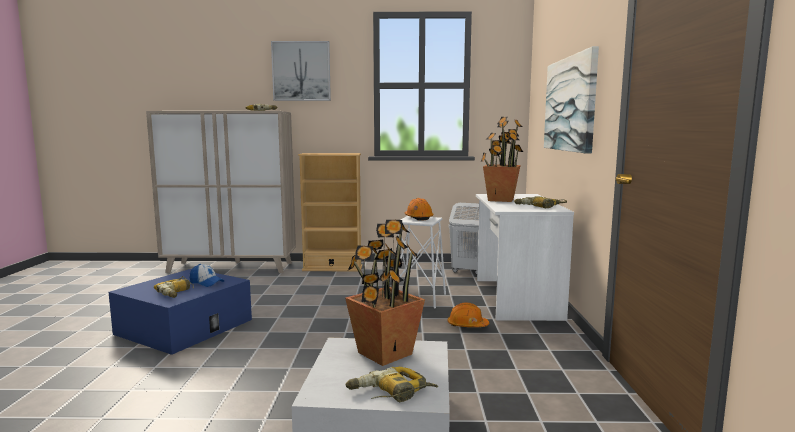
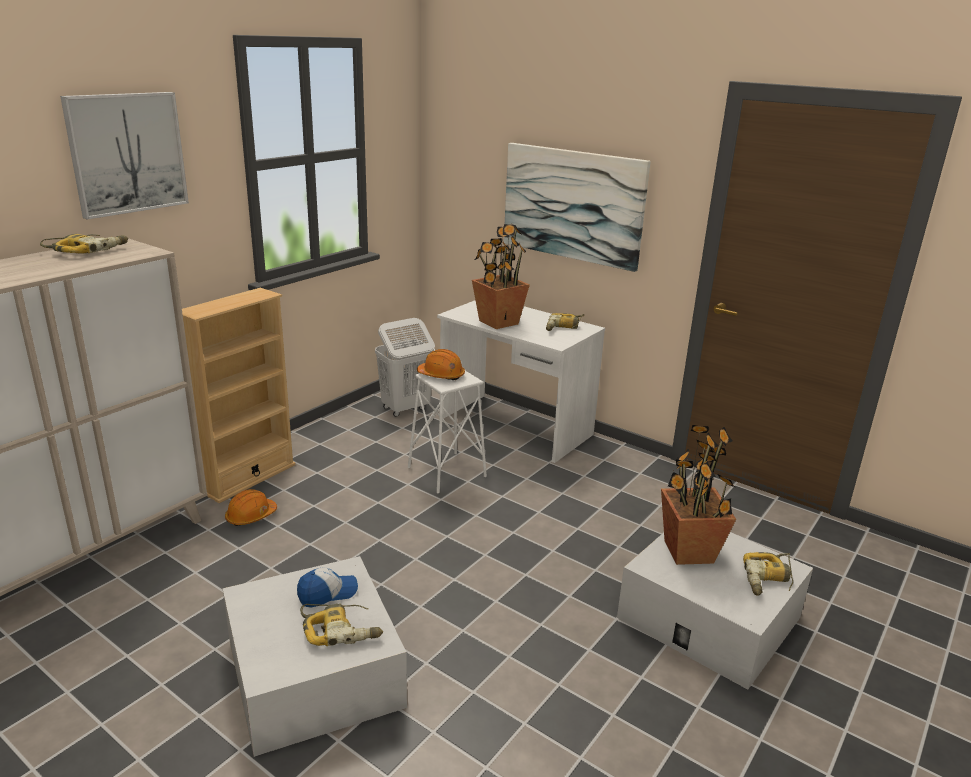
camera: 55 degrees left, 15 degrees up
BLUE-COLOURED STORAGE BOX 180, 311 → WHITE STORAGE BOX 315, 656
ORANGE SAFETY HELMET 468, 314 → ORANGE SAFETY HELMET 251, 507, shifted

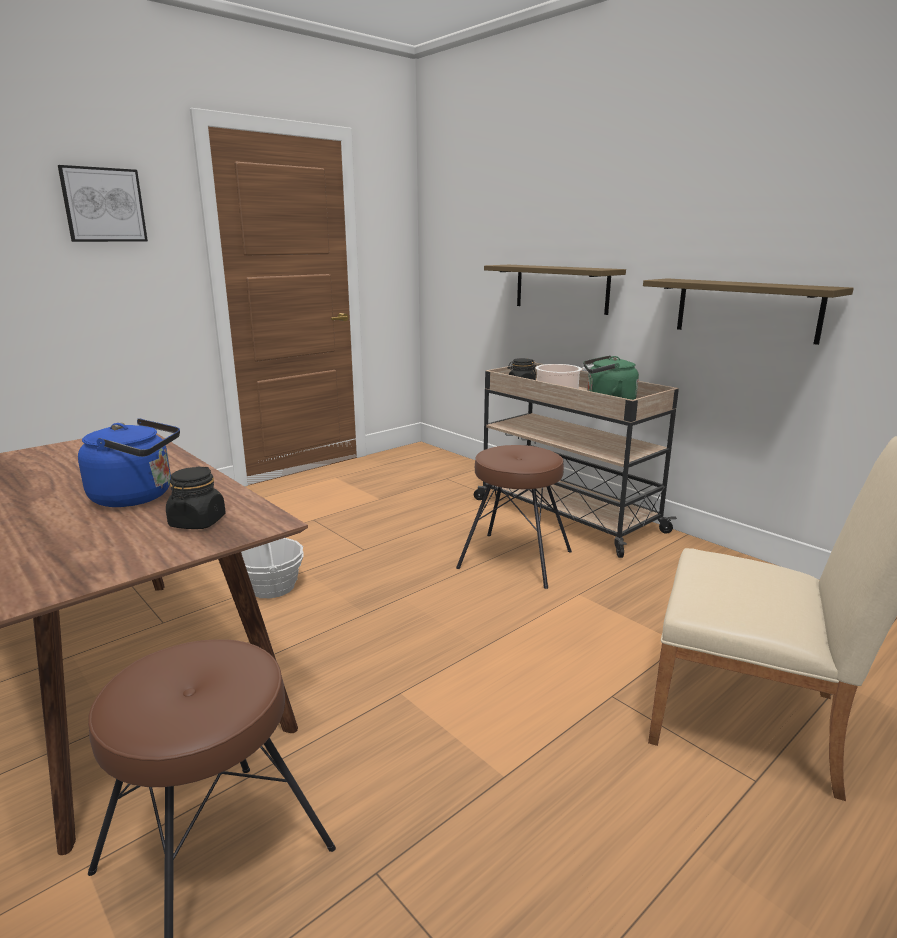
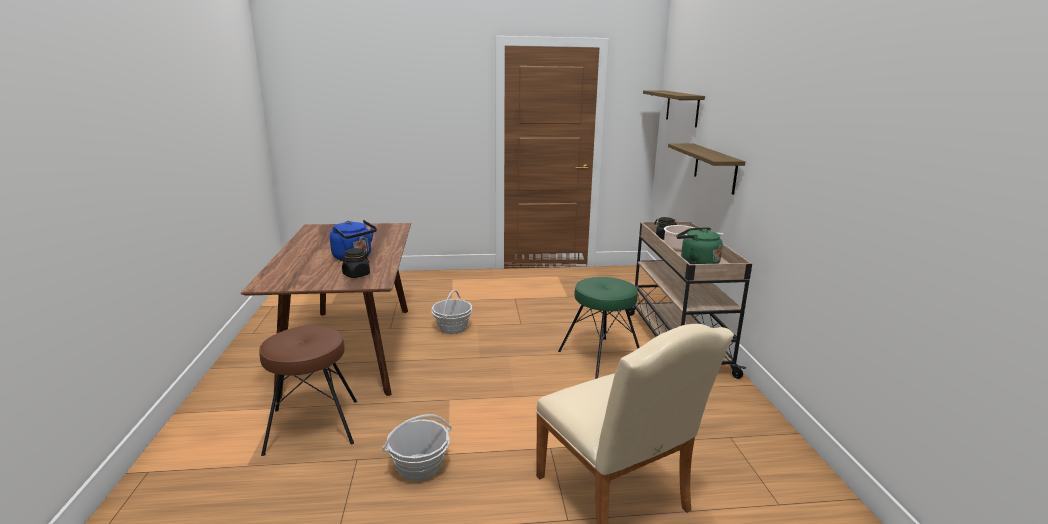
camera: 35 degrees right, 0 degrees up
- → STORAGE BASKET 417, 447
BROWN-COLOURED SITTING STOOL 514, 517 → GREENISH SITTING STOOL 599, 328
BRACKET SHELF 748, 311 → BRACKET SHELF 674, 109, shifted
WALL PICTURE 103, 203 → -

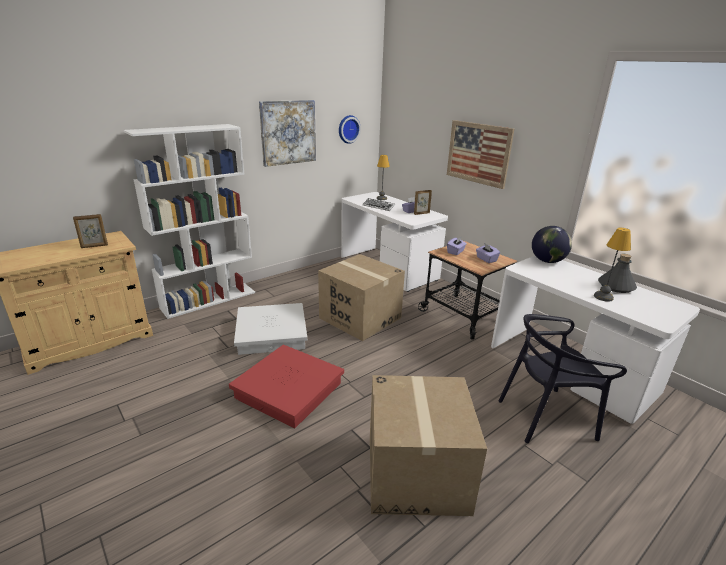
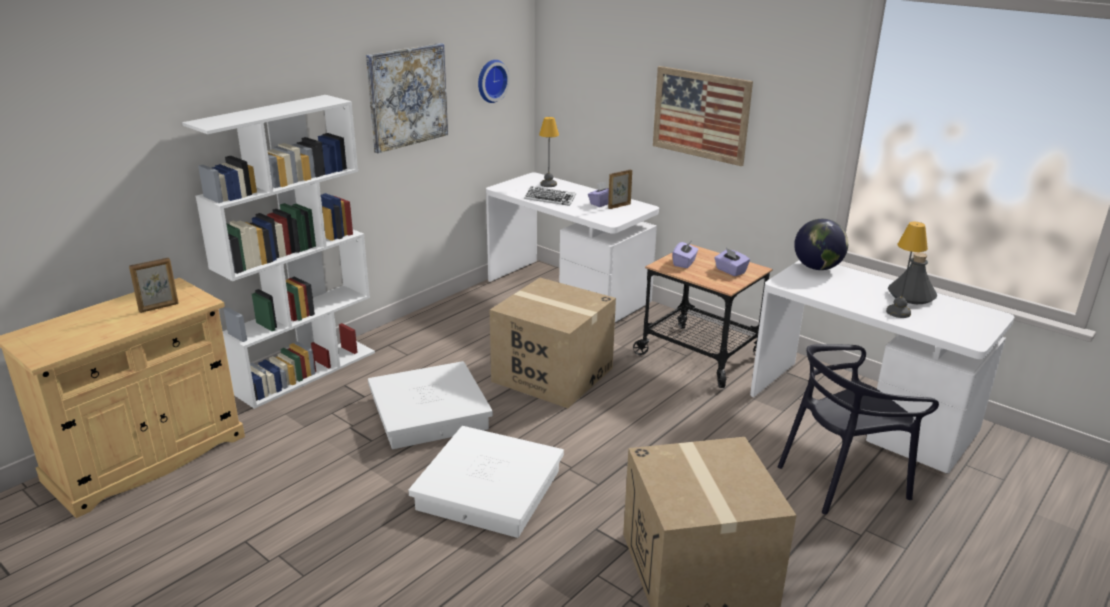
camera: 10 degrees left, 0 degrees up
RED STORAGE BOX 286, 387 → WHITE STORAGE BOX 486, 482

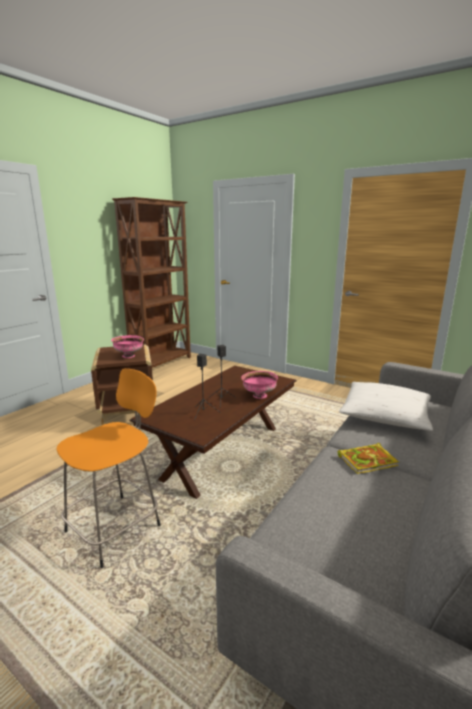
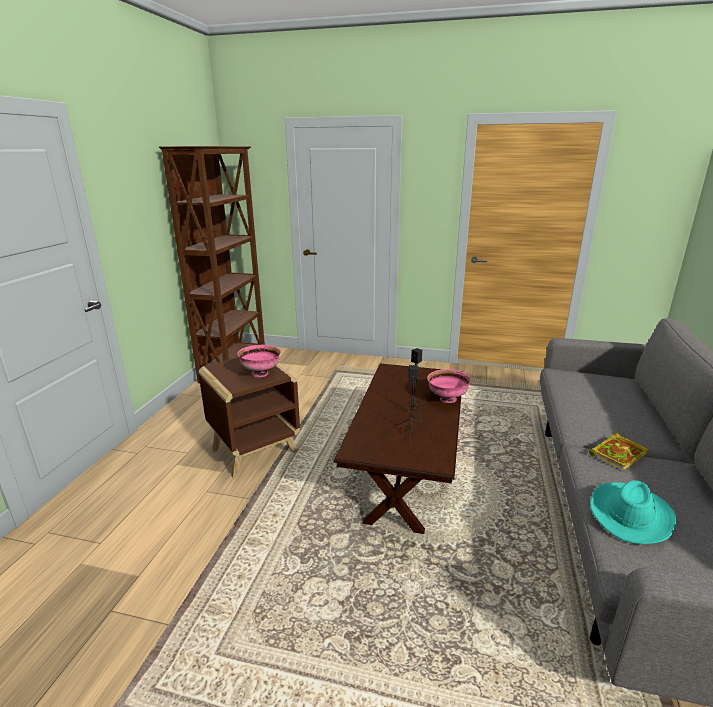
camera: 20 degrees left, 5 degrees up
- → TURQUOISE HAT 633, 512
ORANGE SITTING STOOL 108, 468 → -
WHITE PILLOW 386, 406 → -

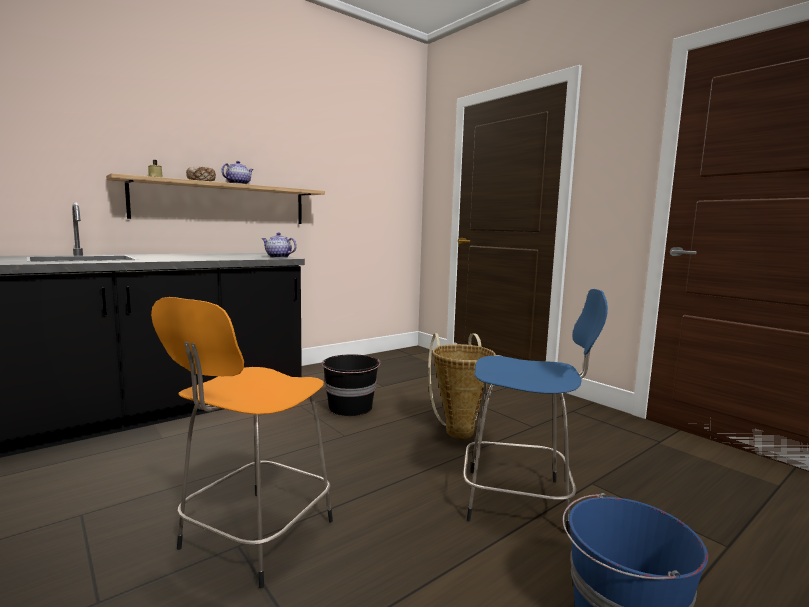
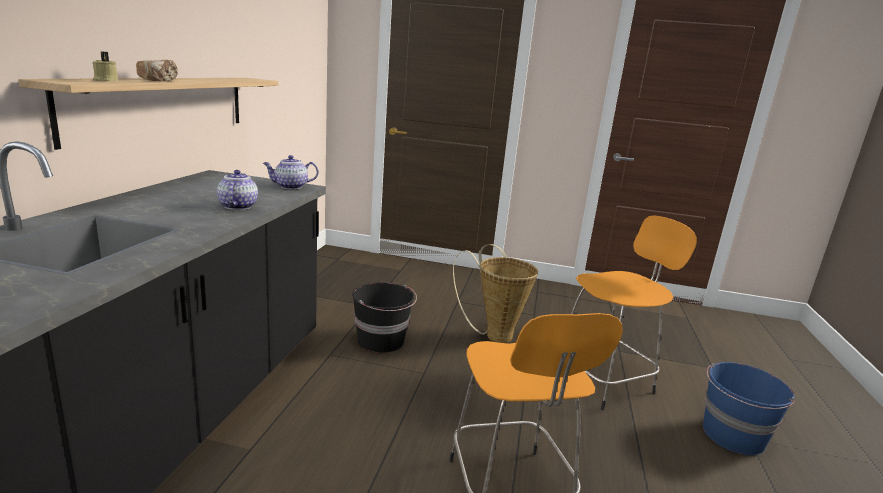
camera: 40 degrees left, 10 degrees up
POT FOR TEA 237, 172 → POT FOR TEA 237, 190, shifted
BLUE-COLOURED SITTING STOOL 535, 412 → ORANGE SITTING STOOL 634, 312

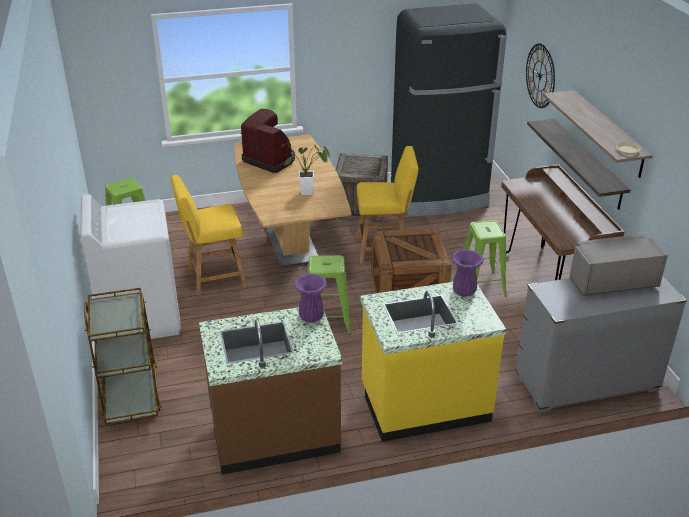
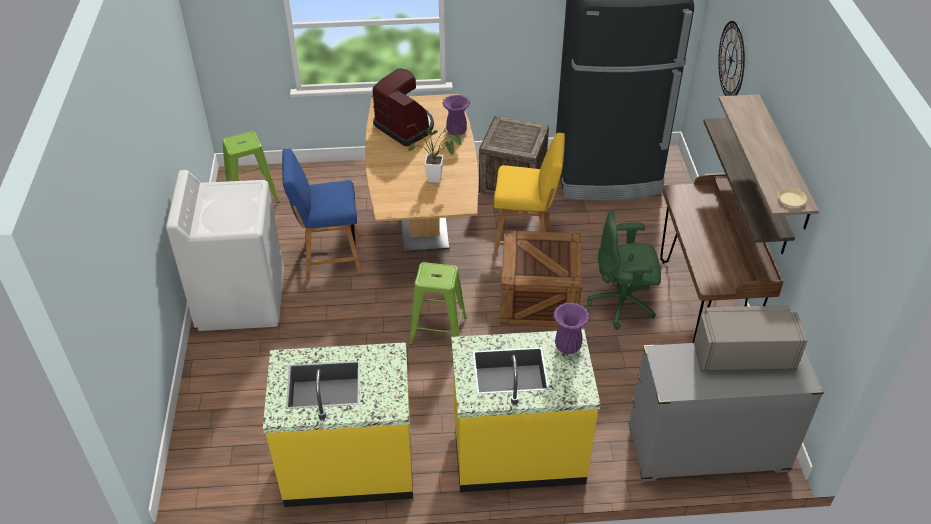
camera: 10 degrees right, 10 degrees up
BROWN-COLOURED KITCHEN COUNTER 270, 391 → YELLOW KITCHEN COUNTER 338, 424
YELLOW UPRIGHT CHAIR 209, 235 → BLUE-COLOURED UPRIGHT CHAIR 322, 213
PURPLISH FLOWER VASE 310, 298 → PURPLISH FLOWER VASE 456, 115, shifted
GREENISH SITTING STOOL 485, 258 → GREENISH DESK CHAIR 624, 270
BROWN-COLOURED WHEELED CART 123, 356 → -

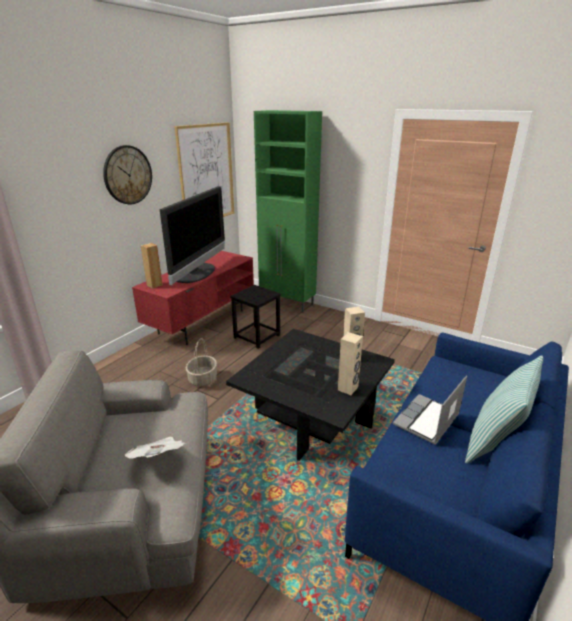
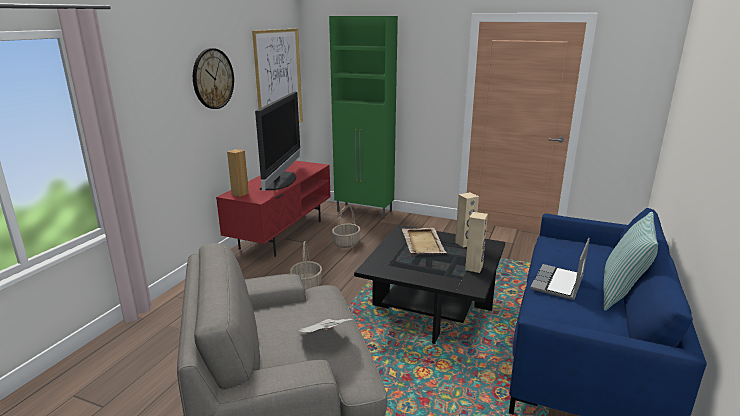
camera: 10 degrees left, 5 degrees down
BLACK SITTING STOOL 255, 317 → STORAGE BASKET 346, 226
- → BEIGE-COLOURED TRAY 424, 241

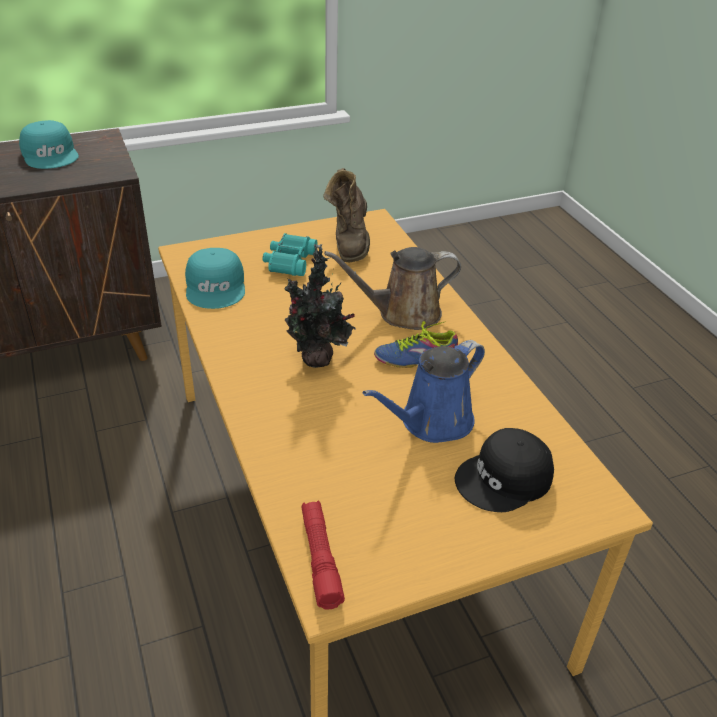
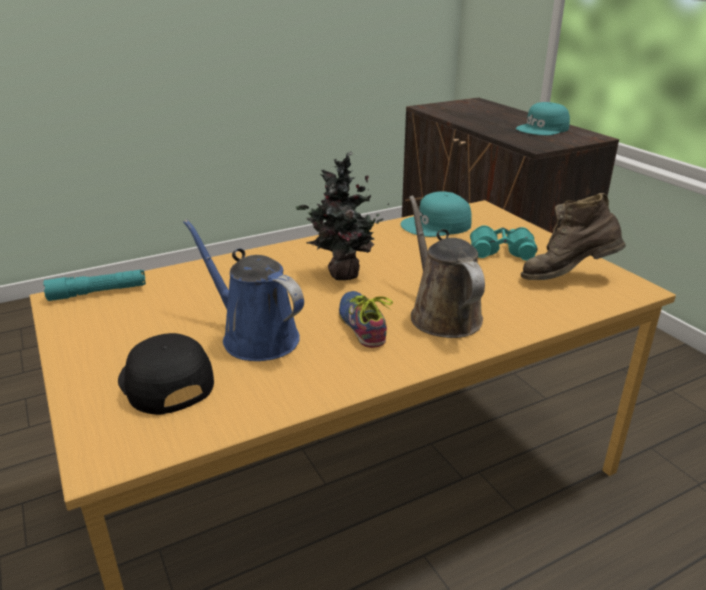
camera: 85 degrees right, 10 degrees down
RED FLASHLIGHT 323, 555 → TURQUOISE FLASHLIGHT 94, 285

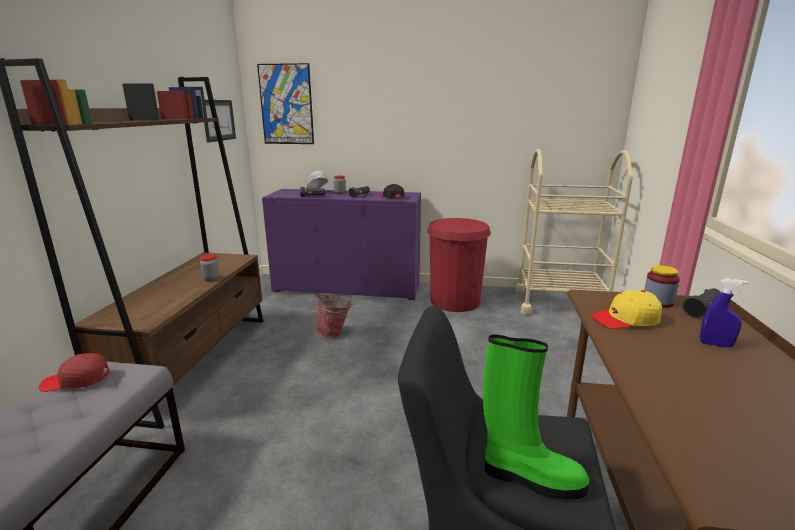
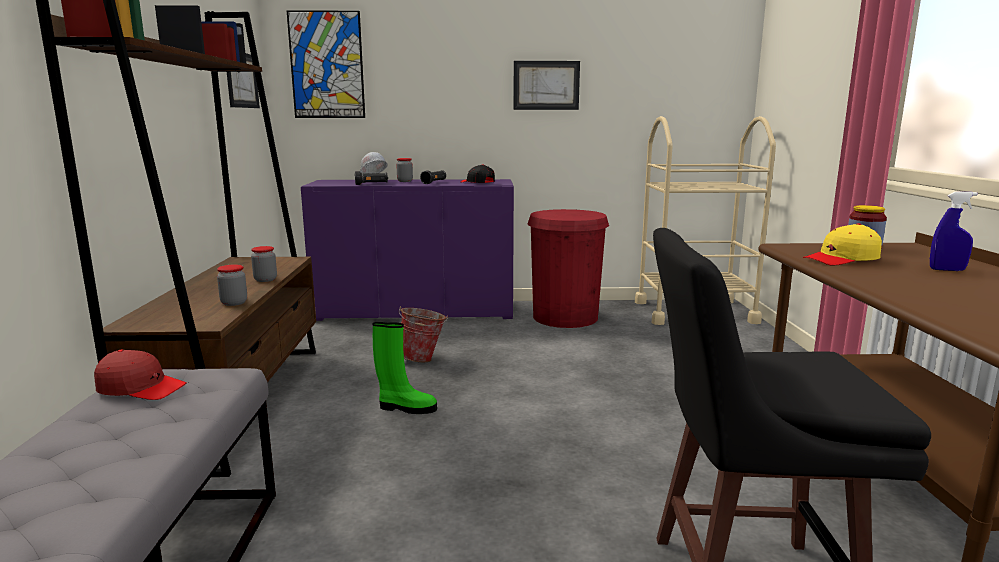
camera: 10 degrees left, 5 degrees down
RED BASEBALL CAP 74, 372 → RED BASEBALL CAP 140, 375, 150 degrees counterclockwise
- → PRESERVE JAR 232, 285
GREENISH TALL BOOT 536, 417 → GREENISH TALL BOOT 404, 368, shifted
- → WALL PICTURE 546, 85
BLACK FLASHLIGHT 701, 303 → -

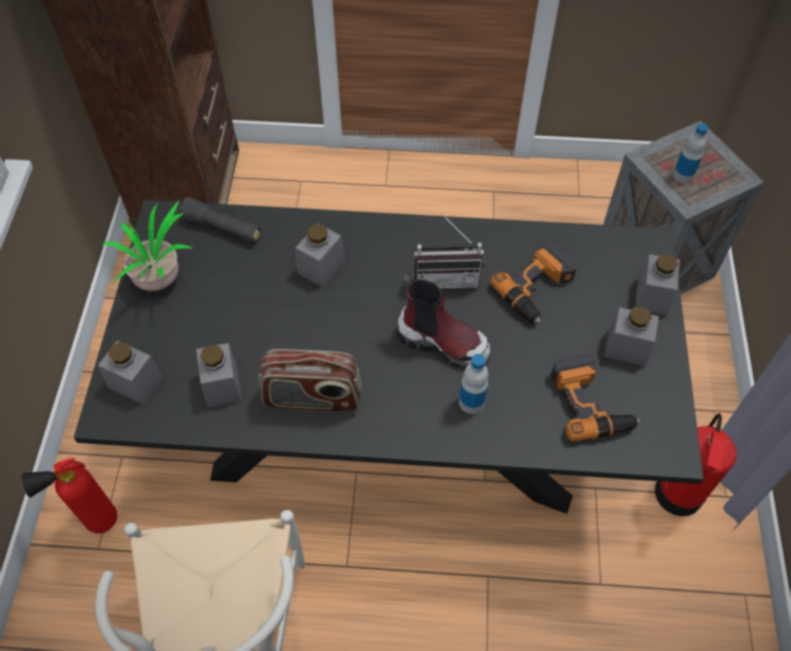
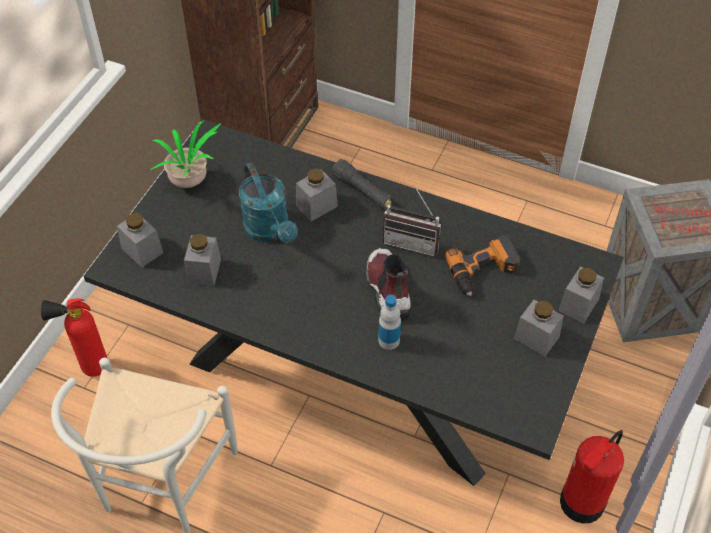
camera: 20 degrees right, 5 degrees down
- → TURQUOISE WATERING CAN 268, 202
BLACK FLASHLIGHT 220, 220 → BLACK FLASHLIGHT 362, 184, shifted
TALL BOOT 444, 322 → TALL BOOT 389, 284, 150 degrees counterclockwise
RADIO RECEIVER 310, 381 → -
ELECTRIC DRILL 595, 397 → -
BOTTLE 690, 153 → -

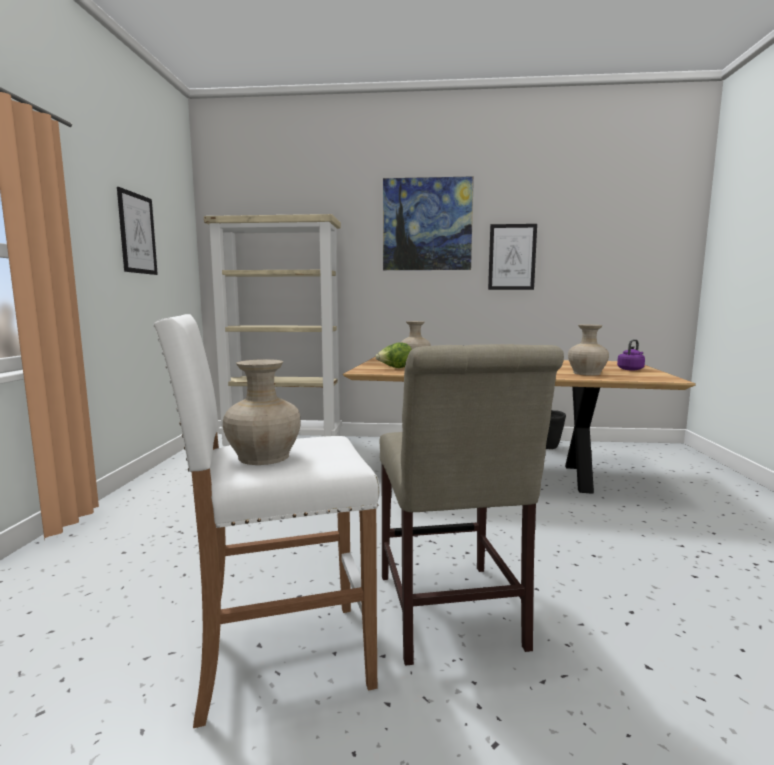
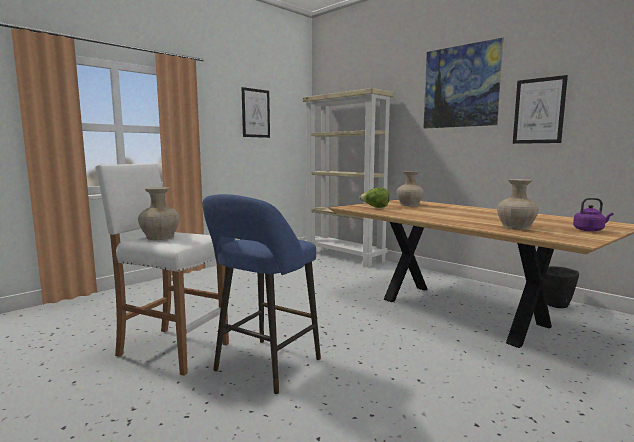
camera: 40 degrees right, 0 degrees up
BEIGE-COLOURED UPRIGHT CHAIR 472, 505 → BLUE-COLOURED SITTING STOOL 262, 294

